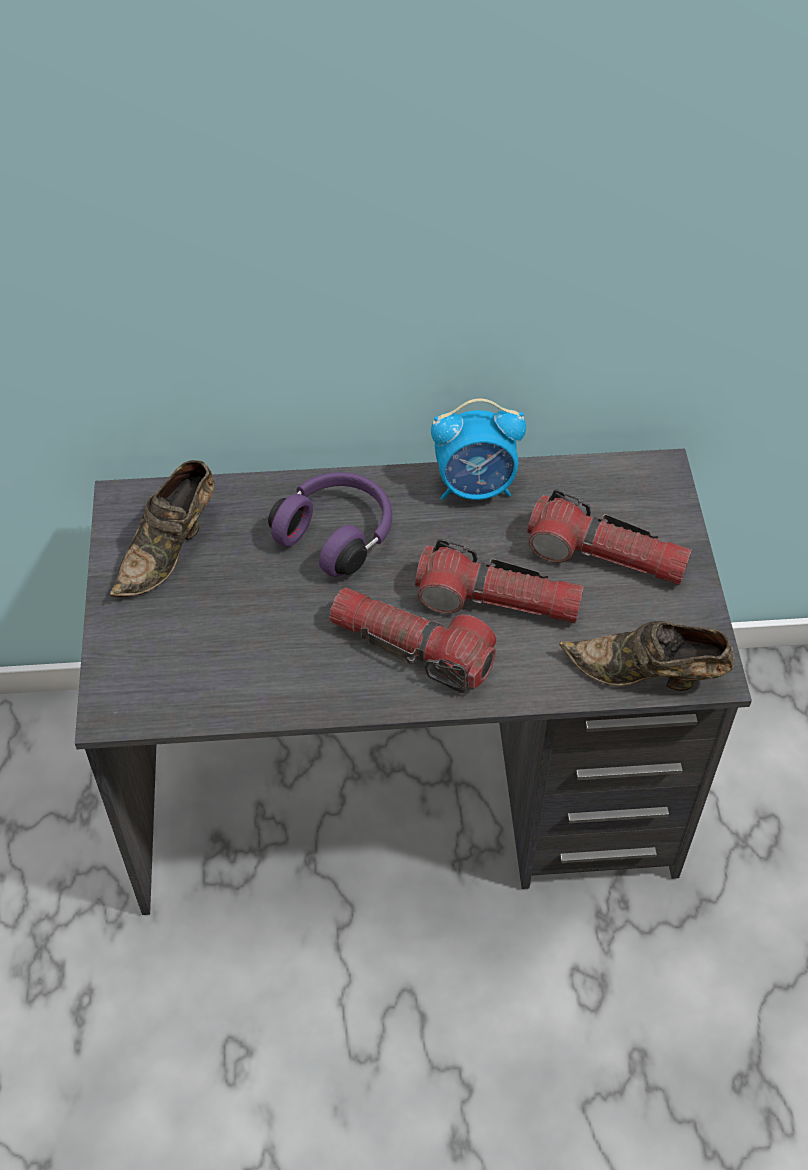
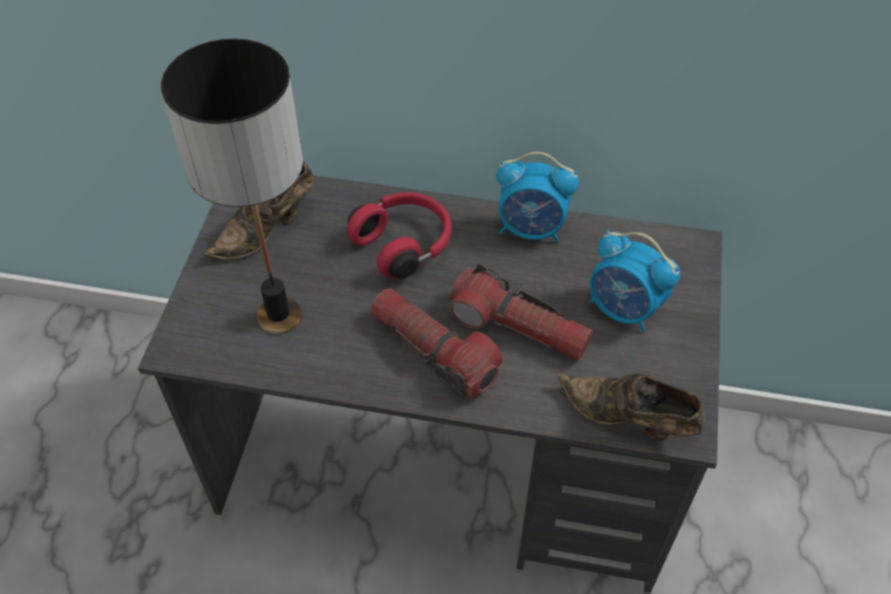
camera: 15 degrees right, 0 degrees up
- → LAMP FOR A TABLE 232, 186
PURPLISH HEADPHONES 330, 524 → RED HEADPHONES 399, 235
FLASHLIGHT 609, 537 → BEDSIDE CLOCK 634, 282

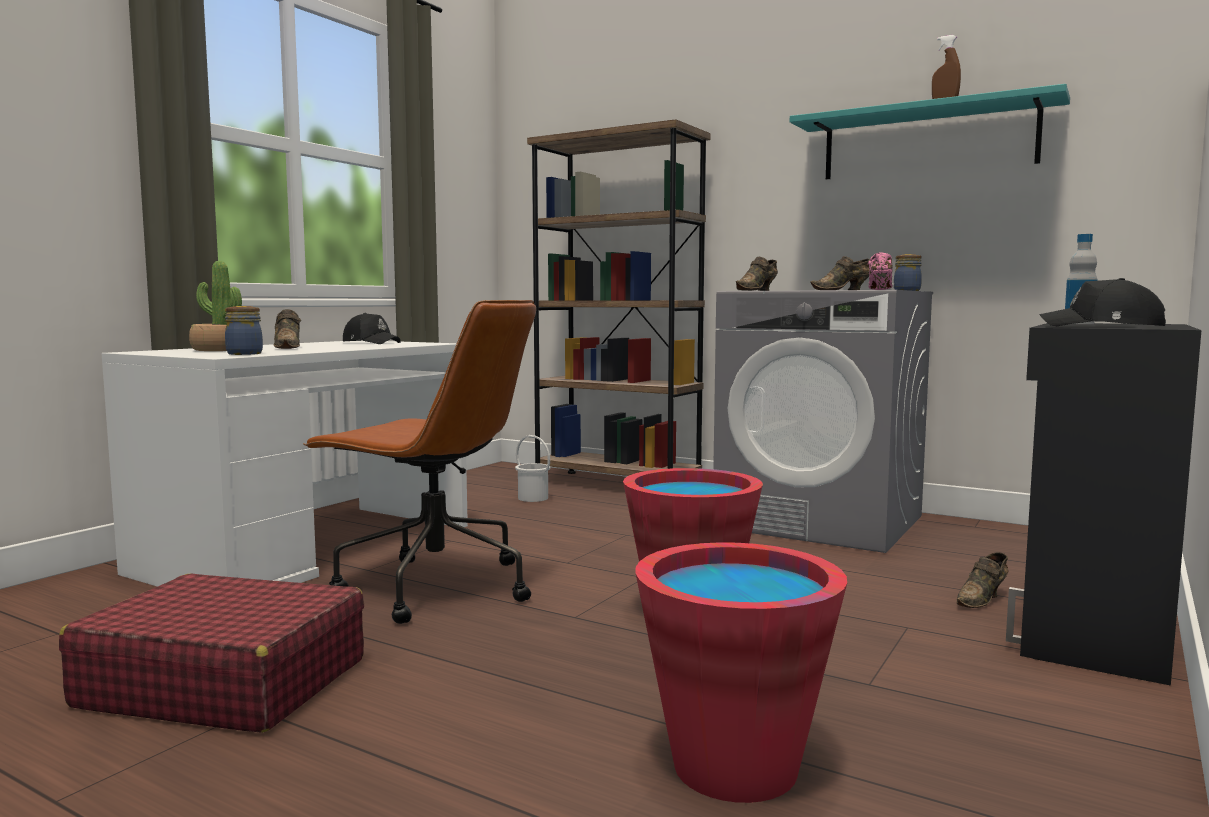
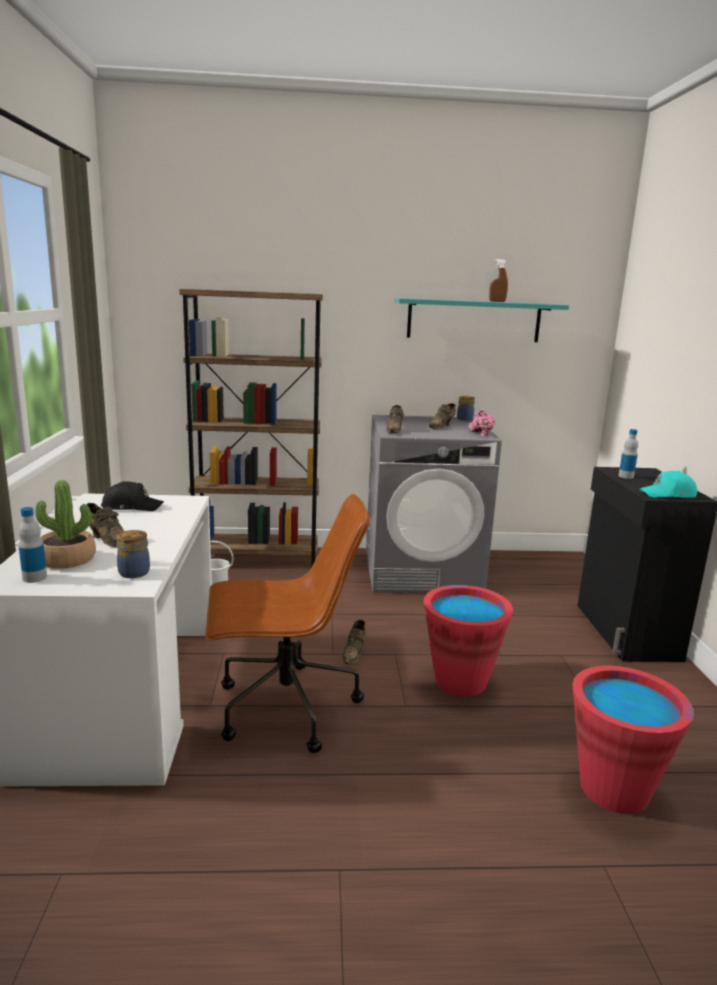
camera: 35 degrees left, 10 degrees up
- → BOTTLE 32, 545
BROWN-COLOURED LOW SHOE 982, 580 → BROWN-COLOURED LOW SHOE 354, 642, shifted
BLACK BASEBALL CAP 1102, 302 → TURQUOISE BASEBALL CAP 668, 484
RED PIECE OF LUGGAGE 211, 653 → -

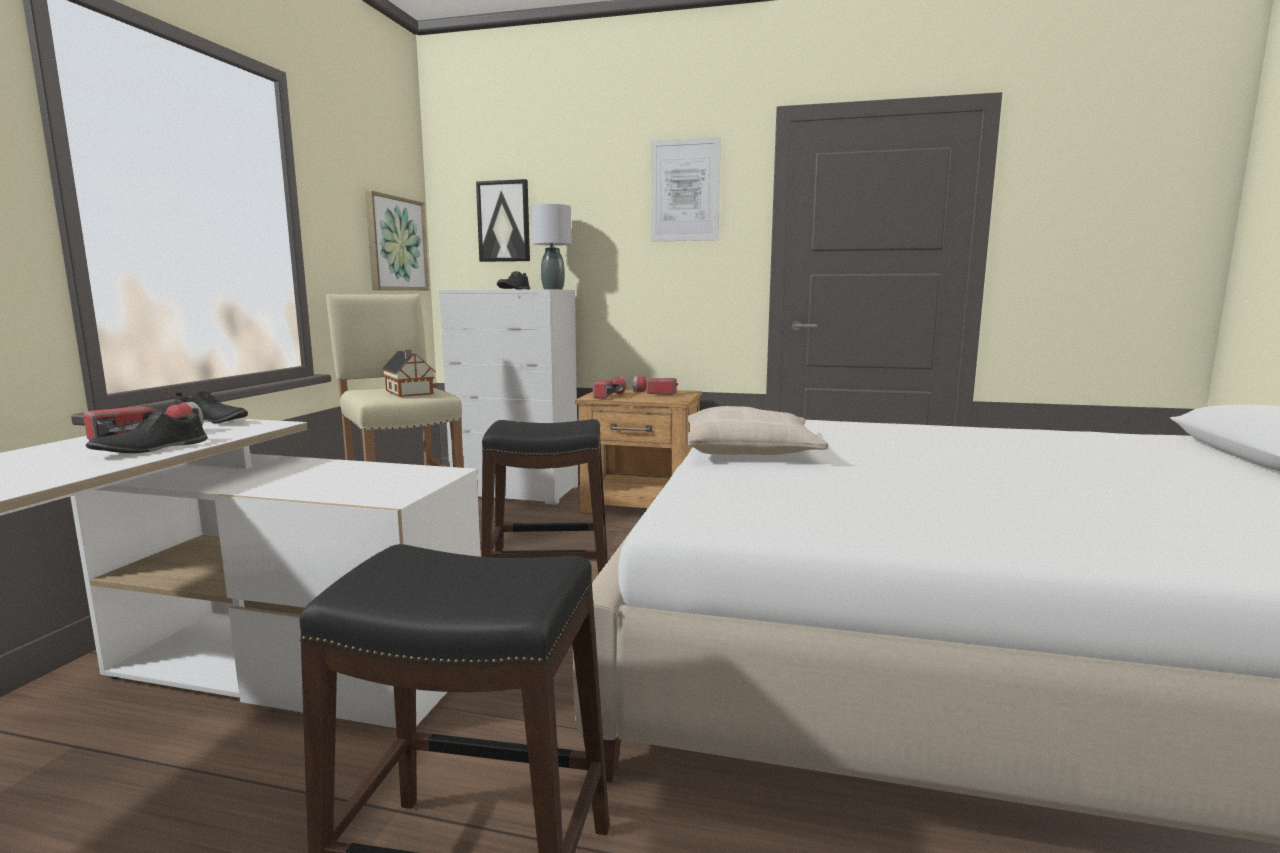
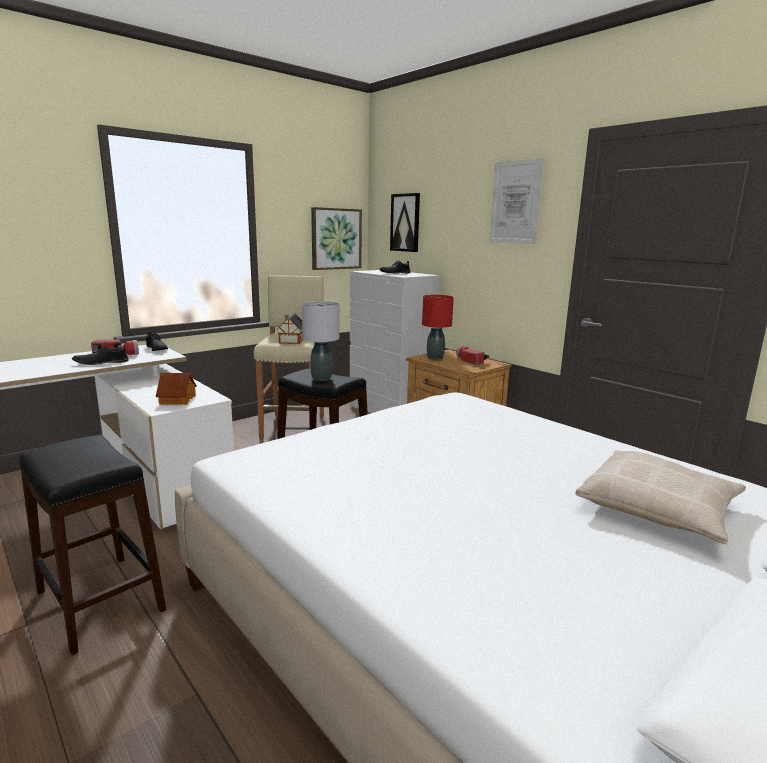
camera: 35 degrees right, 5 degrees up
- → MODEL HOUSE 176, 389
GREYISH LAMP FOR A TABLE 552, 246 → GREYISH LAMP FOR A TABLE 320, 341, shifted
FLASHLIGHT 610, 388 → RED LAMP FOR A TABLE 438, 327
BEIGE-COLOURED PILLOW 757, 430 → BEIGE-COLOURED PILLOW 660, 497, shifted

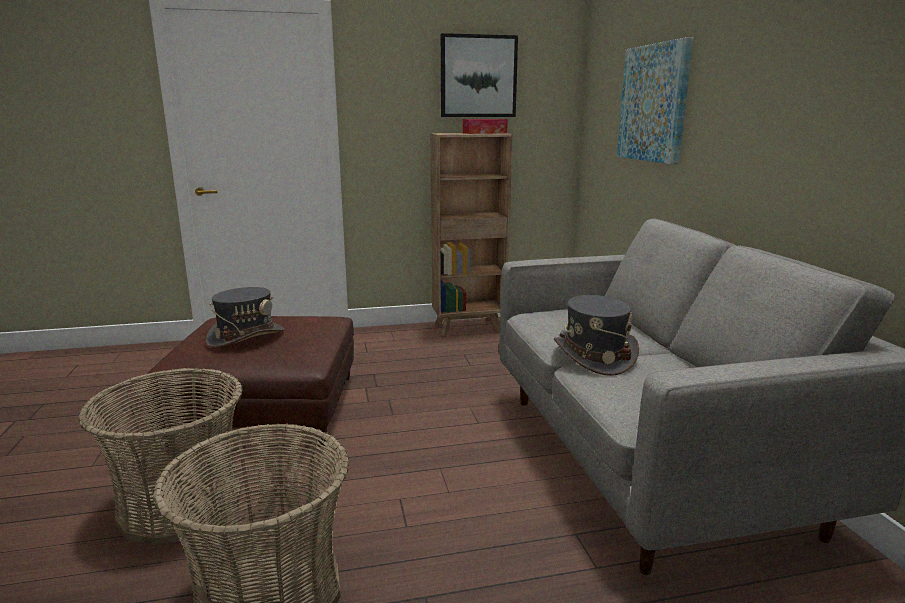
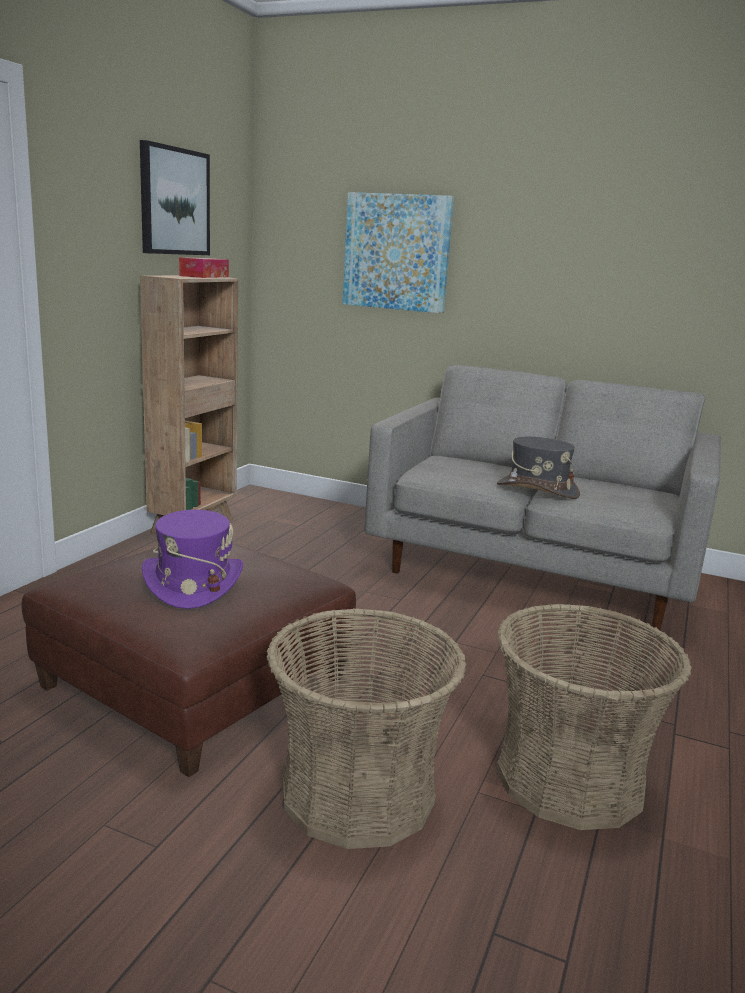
camera: 55 degrees left, 0 degrees up
GREYISH HAT 245, 317 → PURPLISH HAT 192, 559

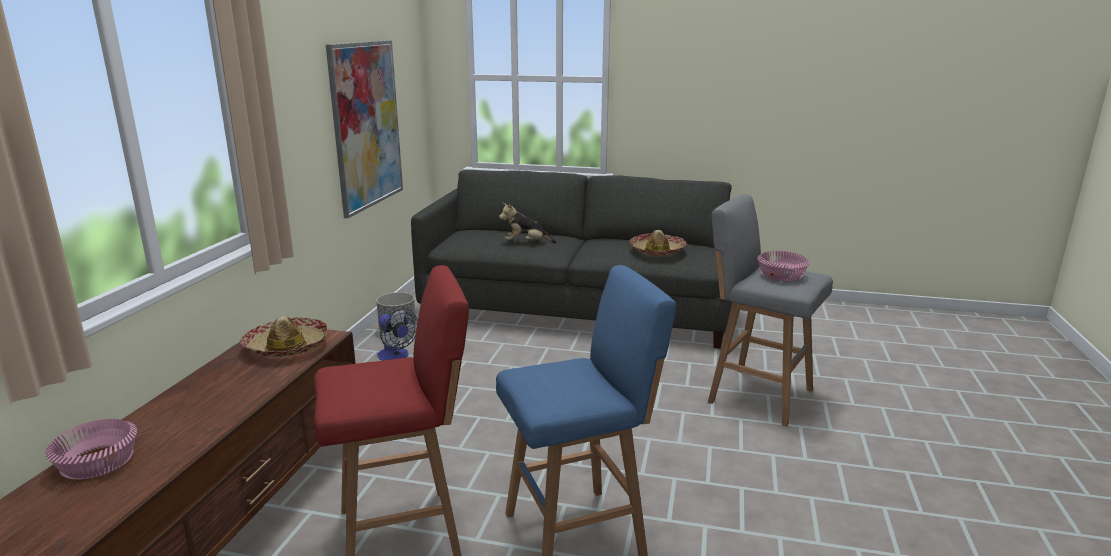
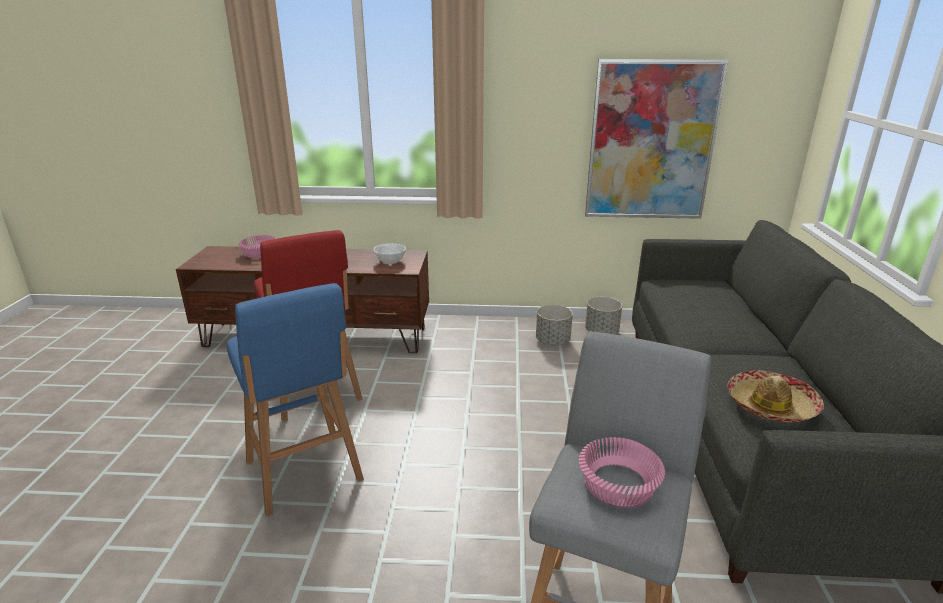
camera: 80 degrees right, 5 degrees up
HAT 284, 336 → WHITE DEEP DISH 389, 253
ELECTRIC FAN 397, 335 → GREYISH FLOWER POT 554, 325
SOFT TOY 528, 223 → -

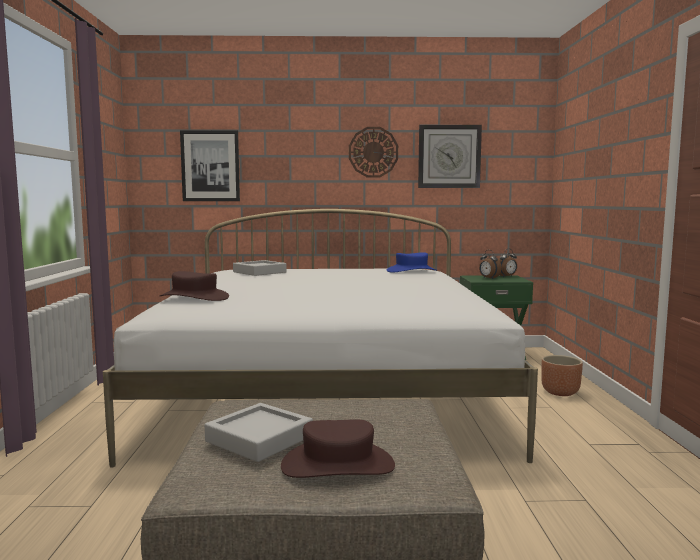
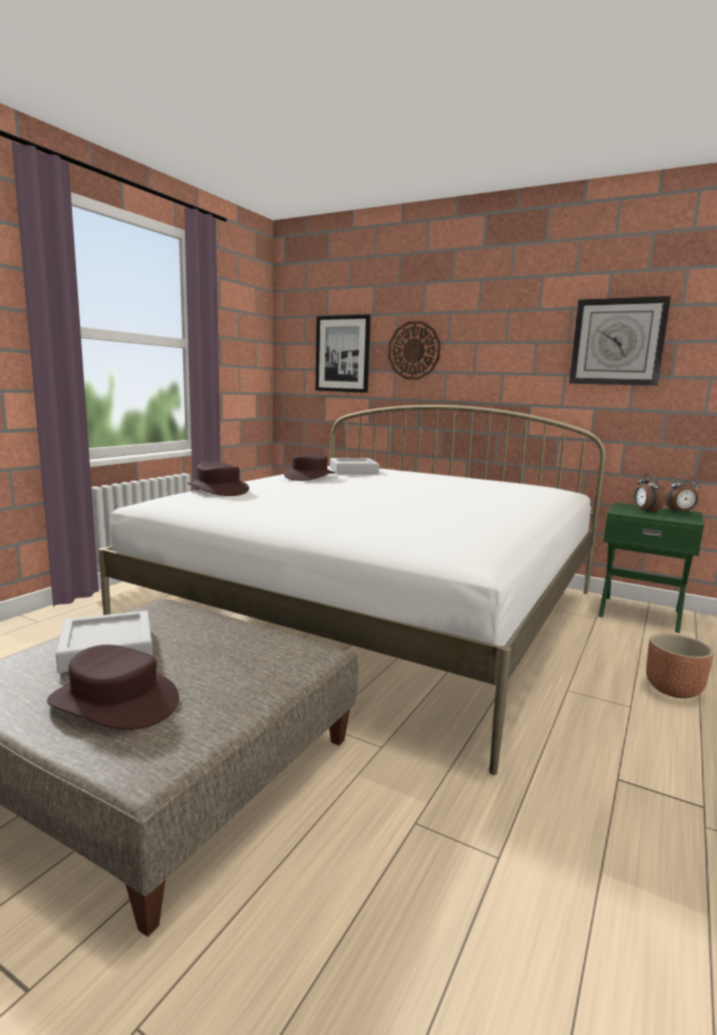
camera: 30 degrees right, 5 degrees up
- → BROWN-COLOURED HAT 309, 467
WALL CLOCK 373, 152 → WALL CLOCK 414, 350, shifted
BLUE-COLOURED HAT 412, 262 → -

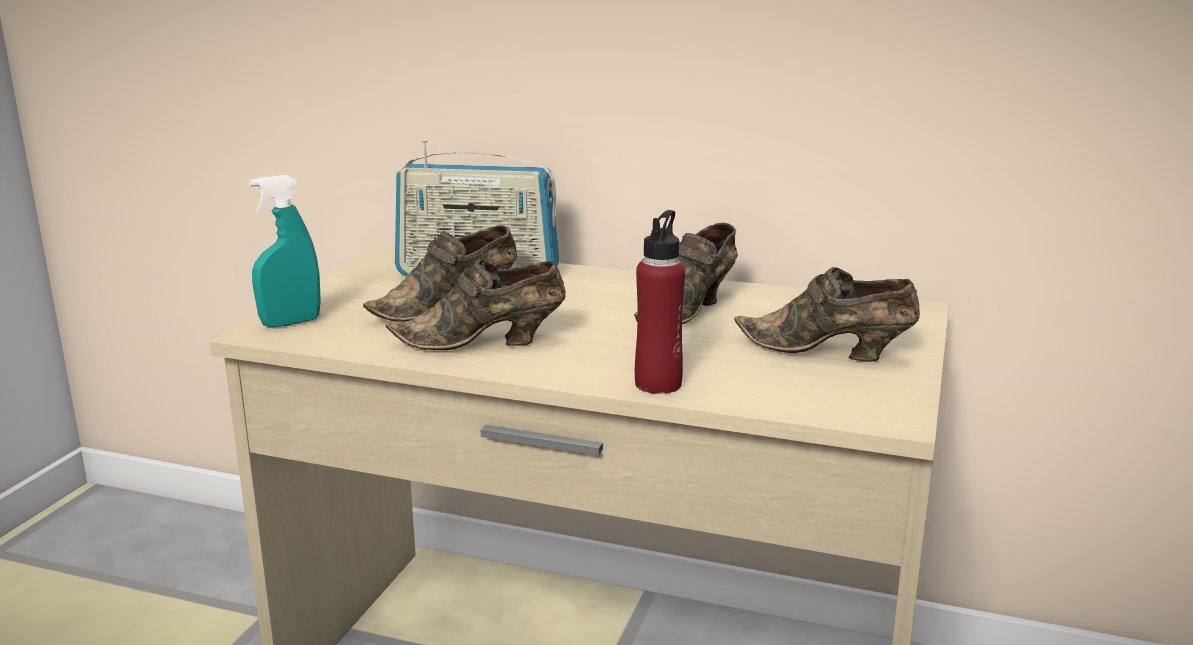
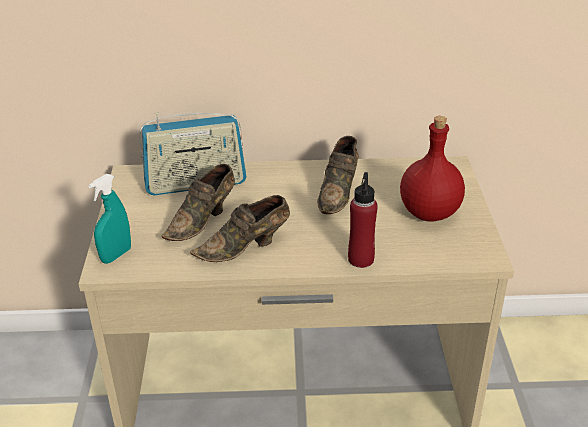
camera: 20 degrees left, 15 degrees up
BROWN-COLOURED LOW SHOE 827, 314 → RED BOTTLE 432, 169

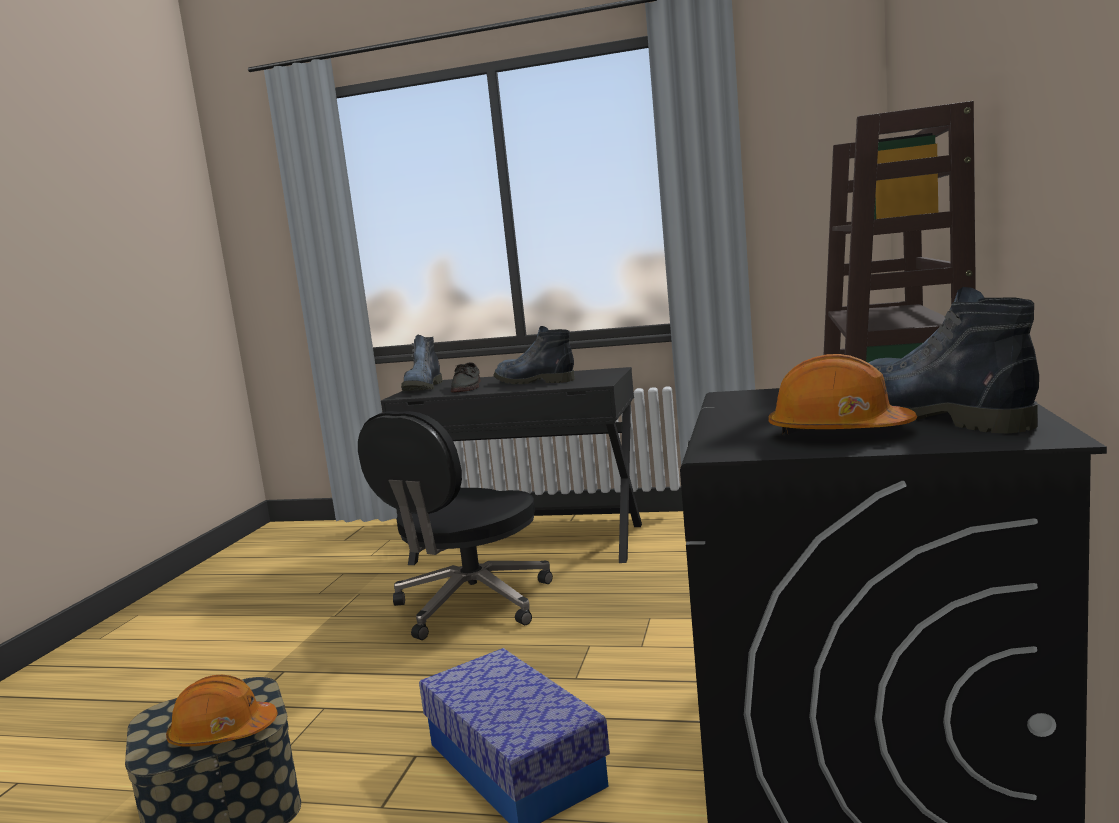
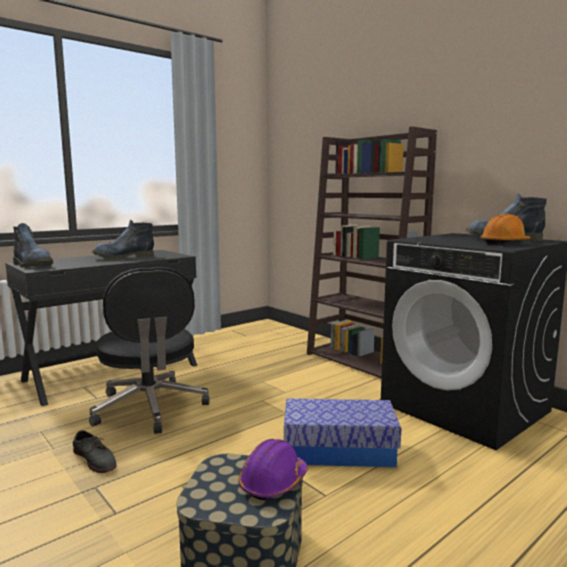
camera: 55 degrees left, 0 degrees up
GREYISH LOW SHOE 466, 377 → GREYISH LOW SHOE 95, 451, shifted
ORANGE SAFETY HELMET 221, 710 → PURPLISH SAFETY HELMET 273, 469

